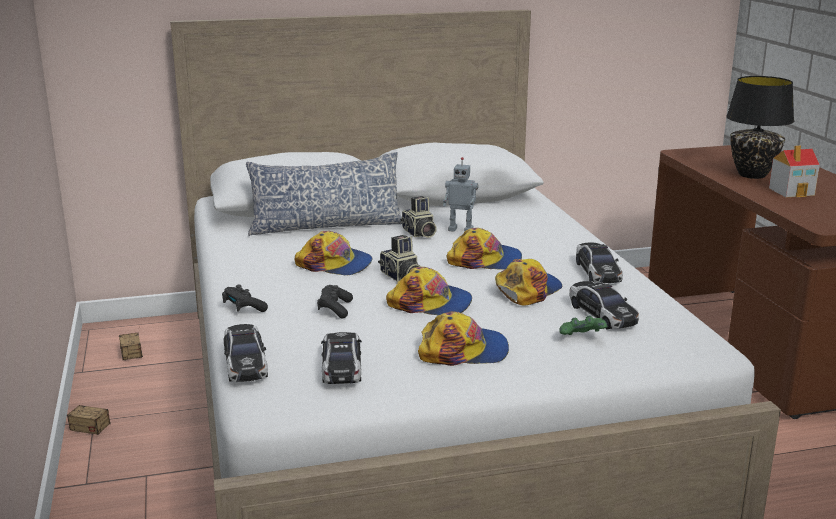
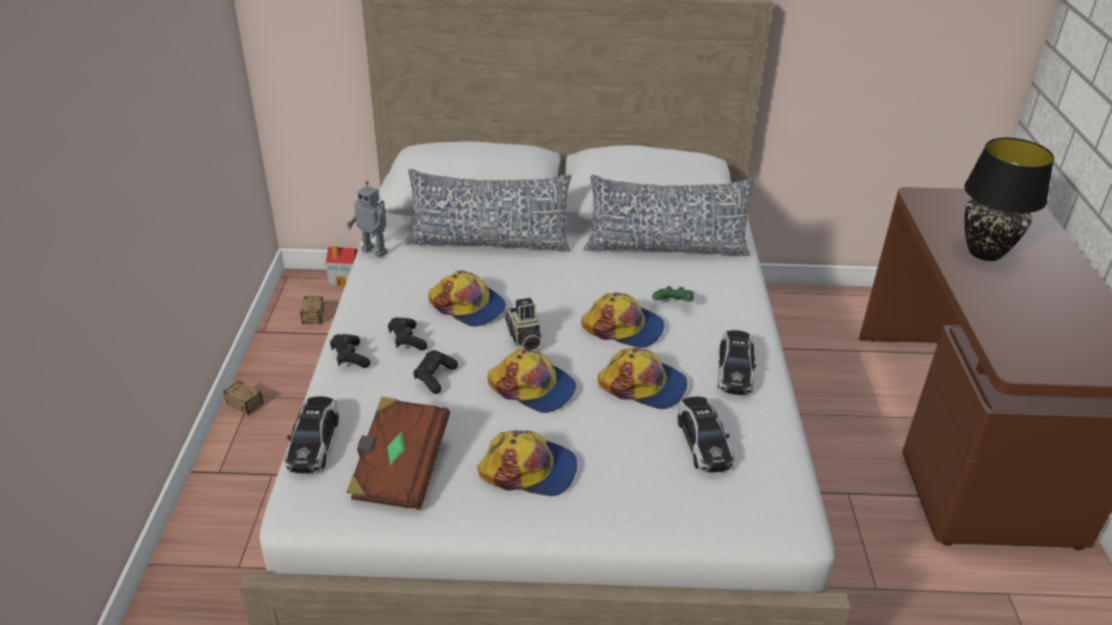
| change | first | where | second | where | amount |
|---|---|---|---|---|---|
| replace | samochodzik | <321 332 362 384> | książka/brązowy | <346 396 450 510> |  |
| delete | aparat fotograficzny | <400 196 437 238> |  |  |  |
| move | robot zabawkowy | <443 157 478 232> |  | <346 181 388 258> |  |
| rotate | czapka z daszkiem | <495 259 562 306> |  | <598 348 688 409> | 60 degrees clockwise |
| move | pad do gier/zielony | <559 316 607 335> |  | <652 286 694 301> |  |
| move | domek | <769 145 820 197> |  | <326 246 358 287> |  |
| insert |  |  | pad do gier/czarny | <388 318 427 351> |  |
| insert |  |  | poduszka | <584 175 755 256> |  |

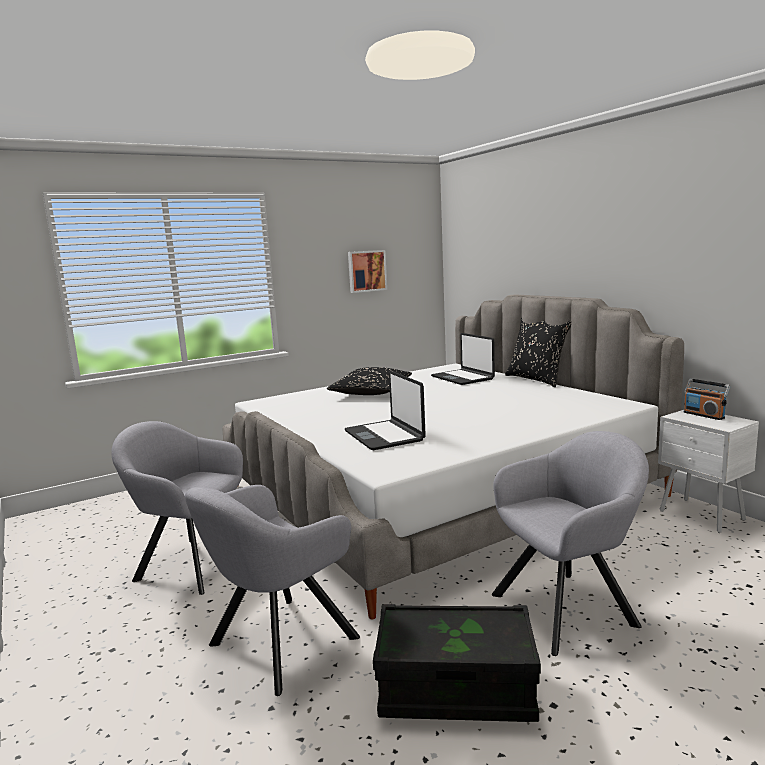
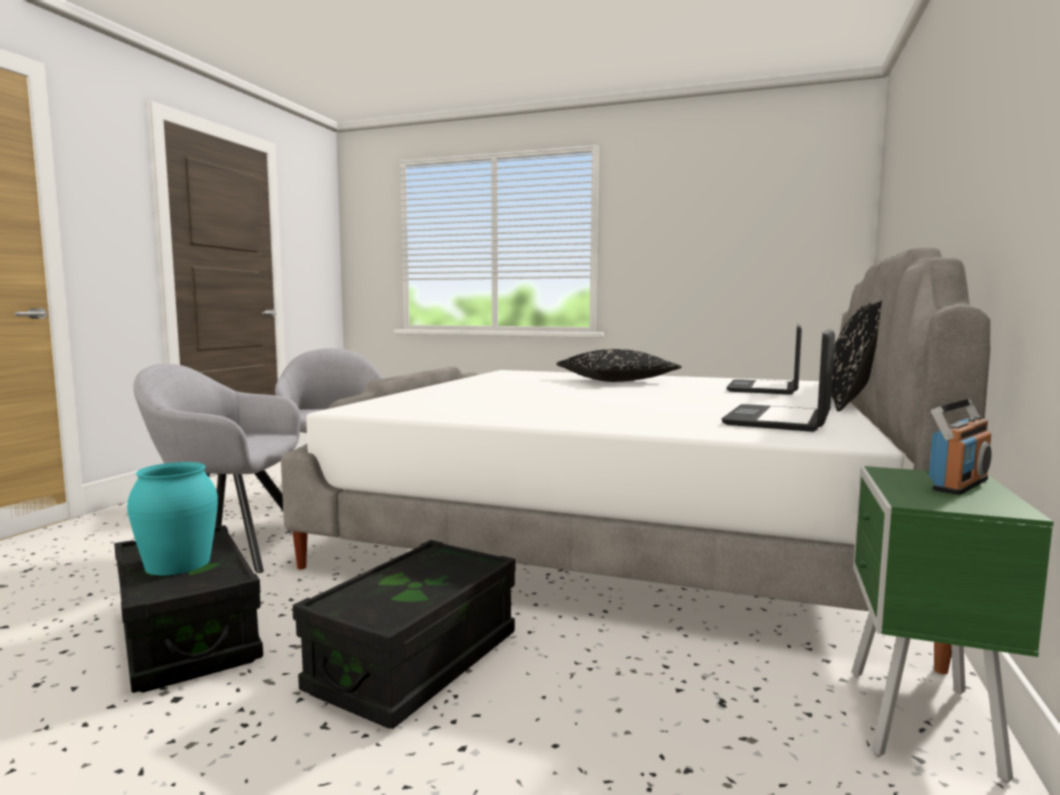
| change | first | where | second | where | amount |
|---|---|---|---|---|---|
| move | laptop | <345 371 426 450> |  | <722 329 835 432> |  |
| delete | obraz | <348 250 387 293> |  |  |  |
| replace | fotel/szary | <492 431 649 656> | pojemnik do przechowywania/czarny | <293 540 516 729> |  |
| recolor | szafka nocna/biały | <658 410 759 533> | szafka nocna/zielony | <851 466 1054 783> |  |
| rotate | radio | <683 379 730 420> |  | <929 399 992 495> | 150 degrees counterclockwise |
| insert |  |  | wazon/turkusowy | <127 462 218 575> |  |

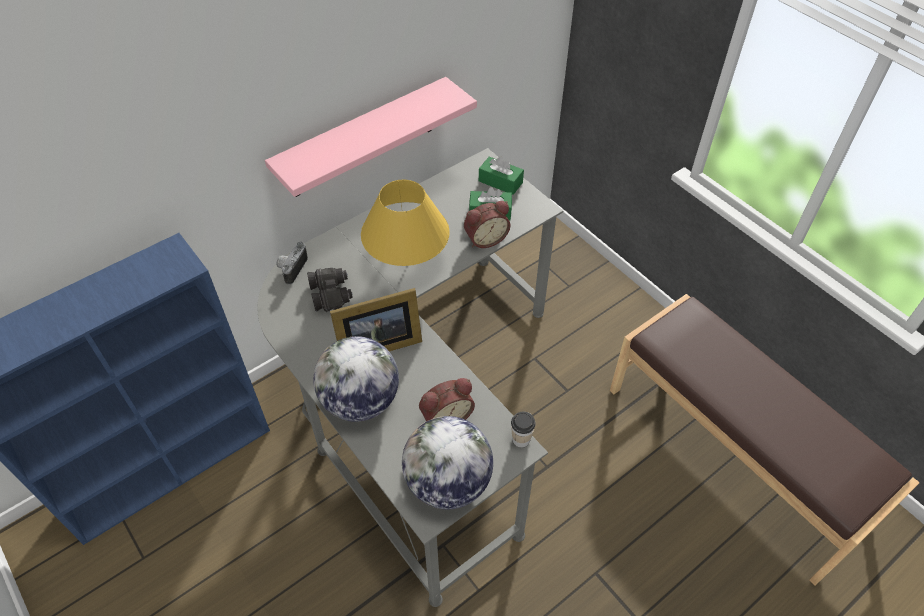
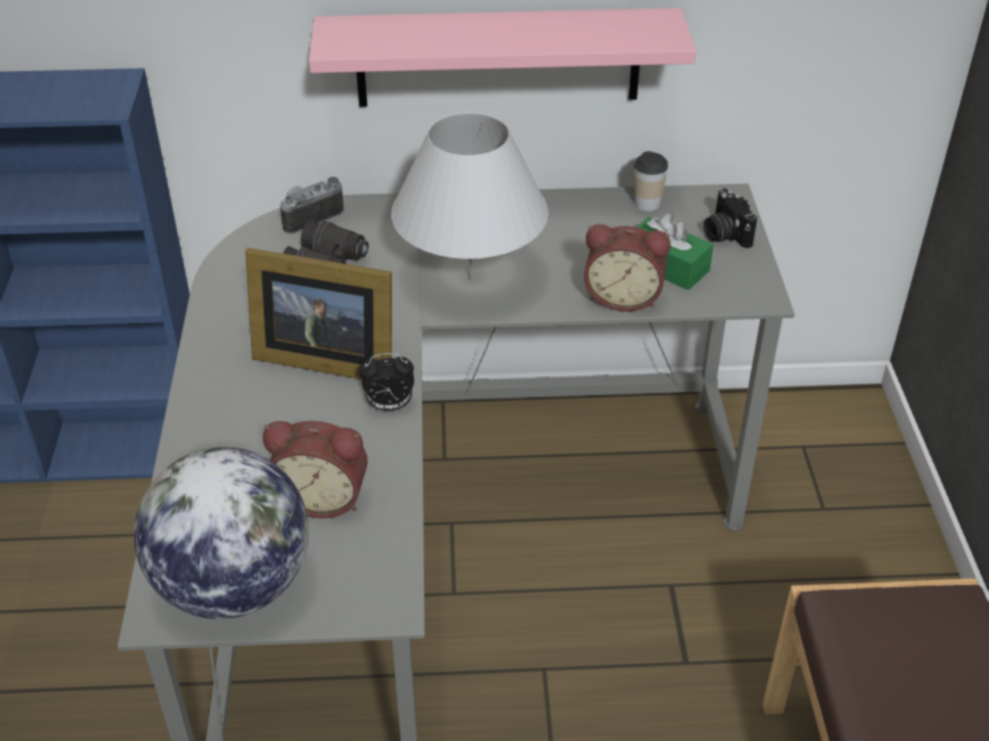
| change | first | where | second | where | amount |
|---|---|---|---|---|---|
| delete | globus | <313 336 399 422> |  |  |  |
| recolor | lampa stołowa/żółty | <361 180 450 266> | lampa stołowa/biały | <391 112 549 281> |  |
| replace | pudełko chusteczek/zielony | <479 157 524 195> | aparat fotograficzny | <704 188 757 248> |  |
| move | filiżanka | <511 412 536 448> |  | <634 151 668 212> |  |
| insert |  |  | budzik | <359 353 414 411> |  |

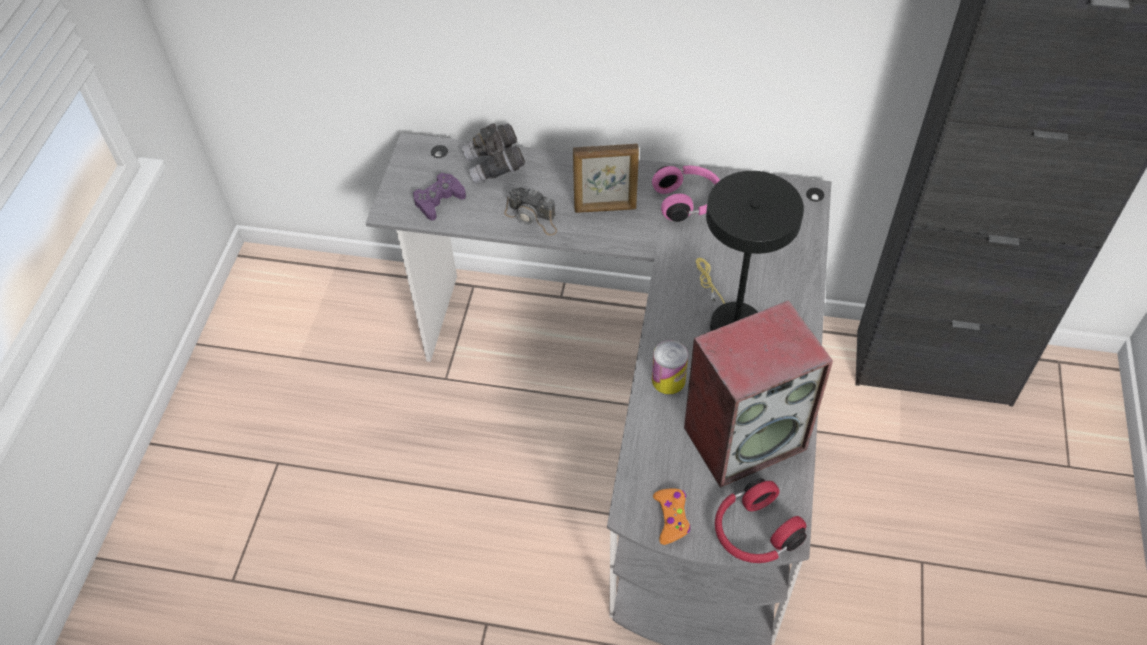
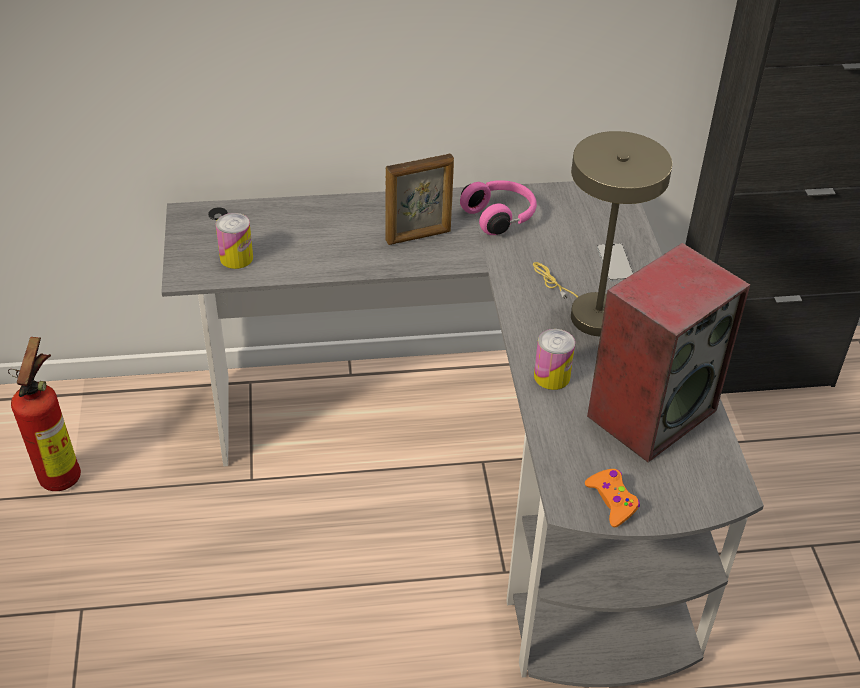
| change | first | where | second | where | amount |
|---|---|---|---|---|---|
| replace | pad do gier/fioletowy | <413 173 466 220> | puszka | <216 213 253 269> |  |
| delete | lornetka/szary | <462 123 525 184> |  |  |  |
| delete | aparat fotograficzny | <504 187 557 236> |  |  |  |
| recolor | lampa stołowa/czarny | <696 171 804 331> | lampa stołowa/beżowy | <533 131 672 336> |  |
| delete | słuchawki/czerwony | <715 478 807 563> |  |  |  |
| insert |  |  | gaśnica | <8 337 81 491> |  |
| insert |  |  | telefon | <597 243 634 282> |  |

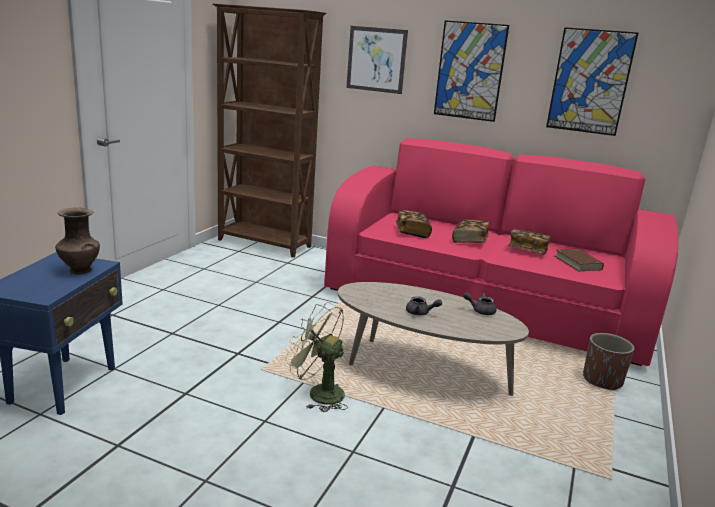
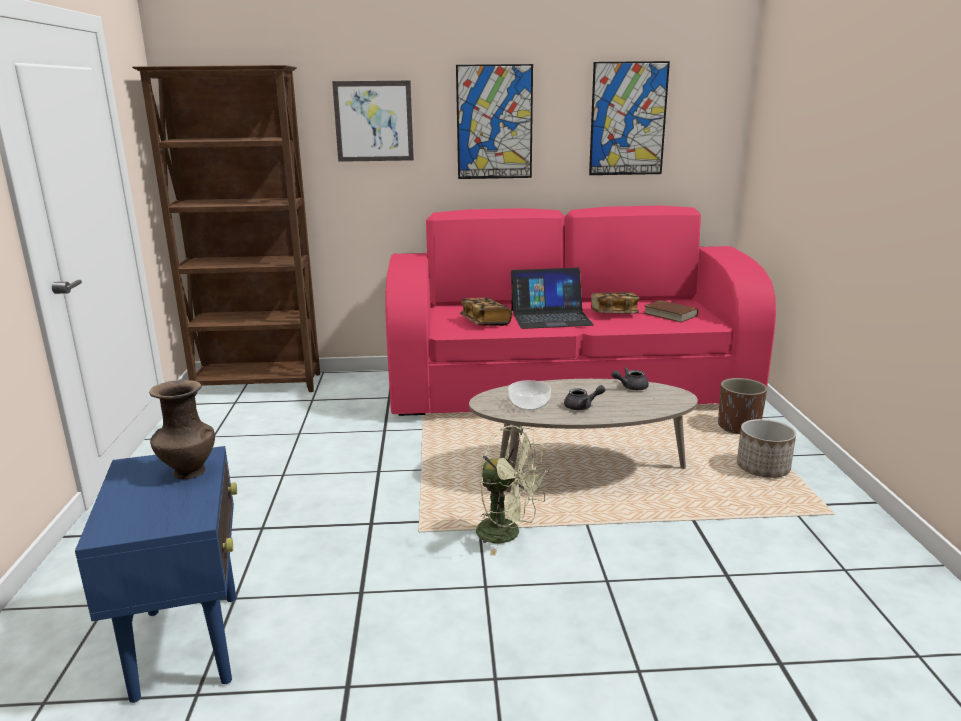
| change | first | where | second | where | amount |
|---|---|---|---|---|---|
| rotate | wentylator/zielony | <285 302 348 412> |  | <476 425 550 555> | 150 degrees counterclockwise |
| replace | książka | <452 219 489 243> | laptop | <511 268 594 329> |  |
| insert |  |  | miska | <508 380 551 411> |  |
| insert |  |  | donica | <737 419 796 478> |  |

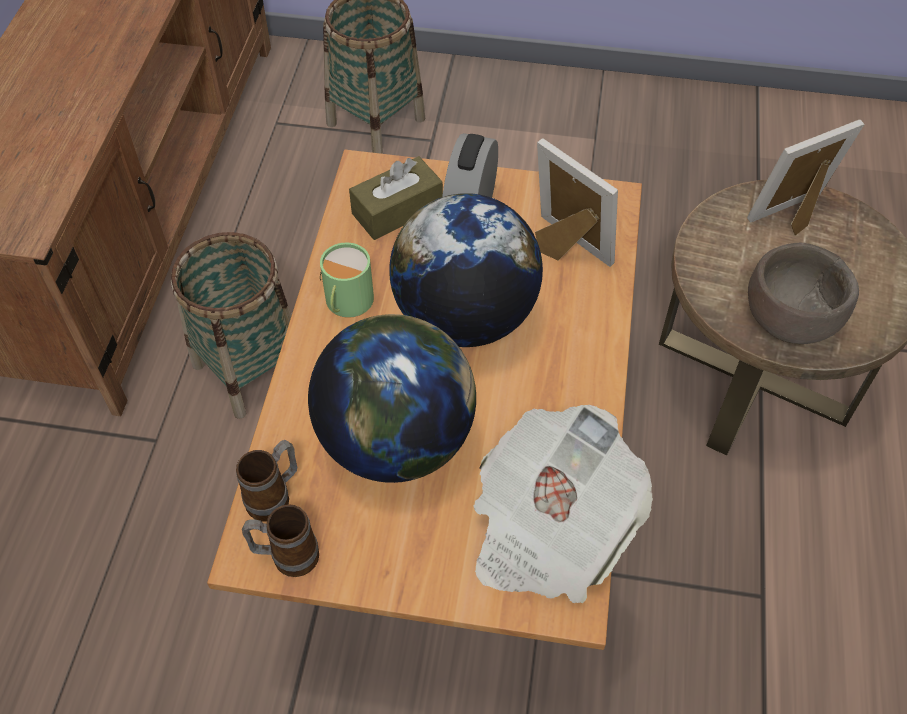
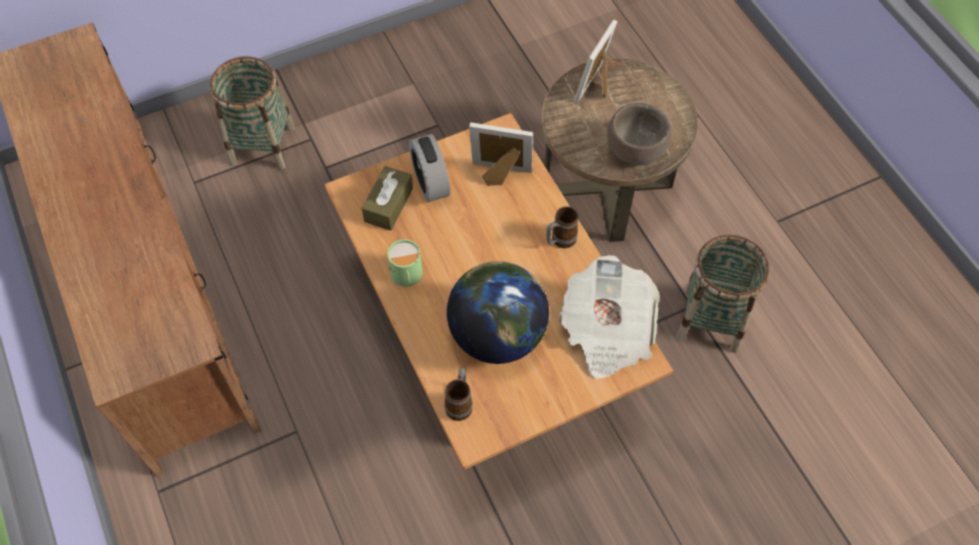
| change | first | where | second | where | amount |
|---|---|---|---|---|---|
| move | koszyk | <171 232 292 419> |  | <676 235 769 353> |  |
| move | kubek | <242 504 319 577> |  | <546 206 578 248> |  |
| delete | globus | <389 193 543 347> |  |  |  |

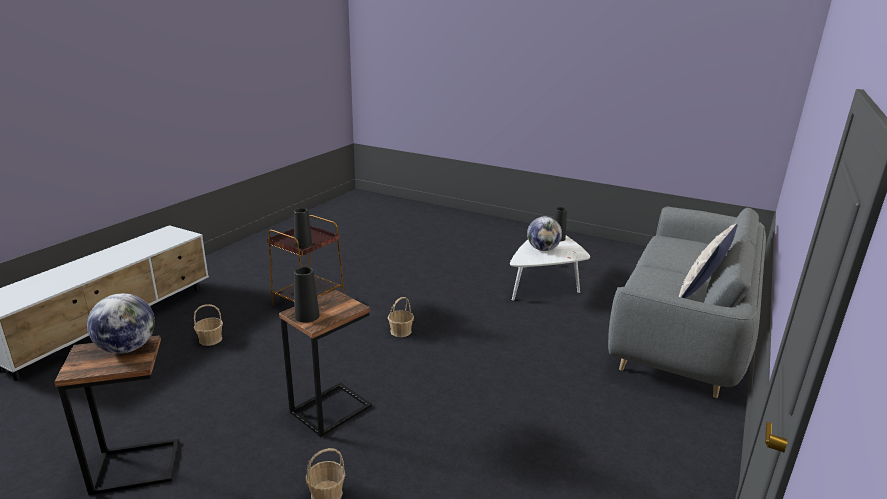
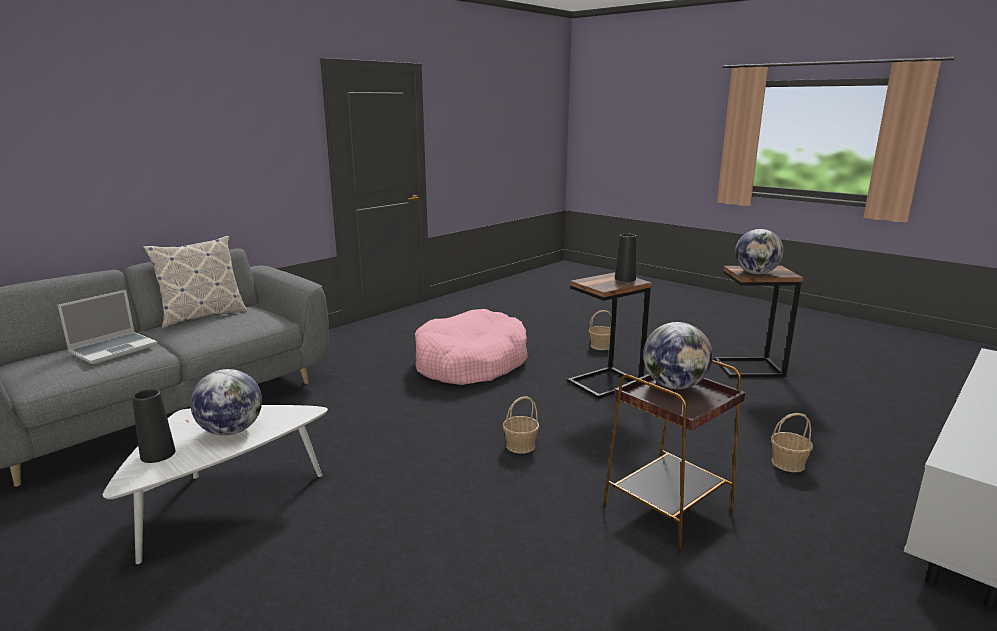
| change | first | where | second | where | amount |
|---|---|---|---|---|---|
| replace | wazon/czarny | <294 208 313 249> | globus | <643 322 713 389> |  |
| insert |  |  | laptop | <58 290 158 364> |  |
| insert |  |  | legowisko/różowy | <415 309 528 385> |  |

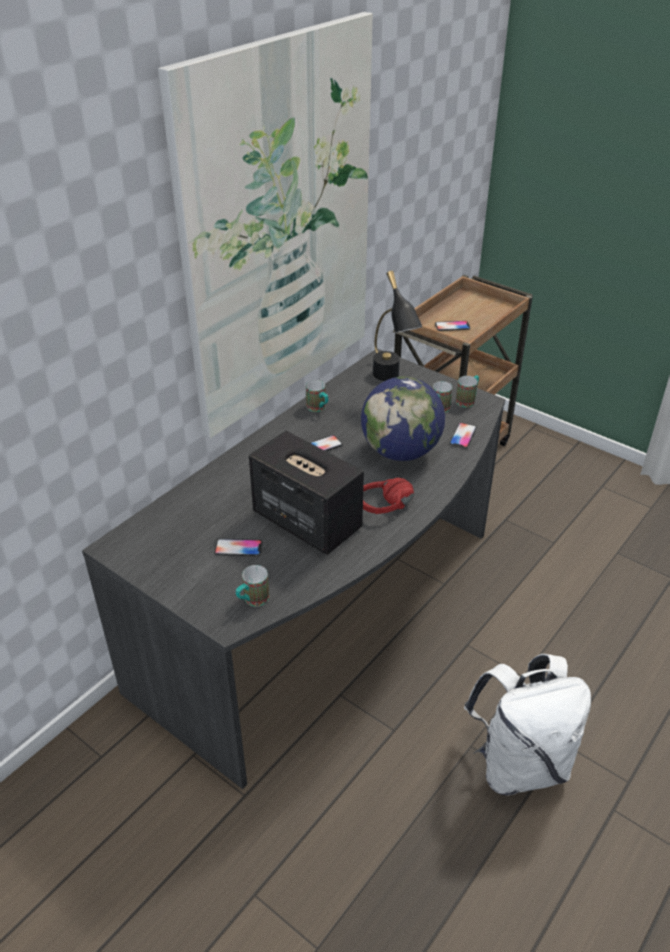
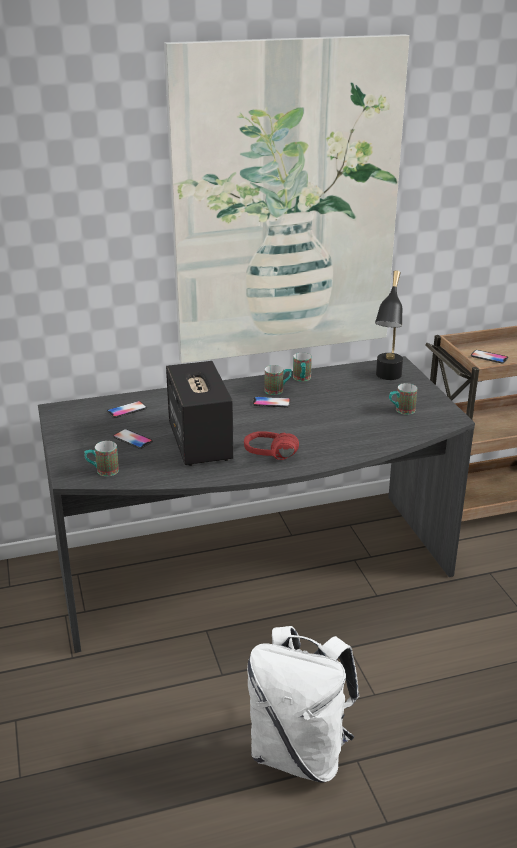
| change | first | where | second | where | amount |
|---|---|---|---|---|---|
| delete | globus | <361 377 445 461> |  |  |  |
| move | telefon | <449 423 477 449> |  | <107 401 147 418> |  |
| move | kubek | <456 375 479 407> |  | <265 365 292 395> |  |

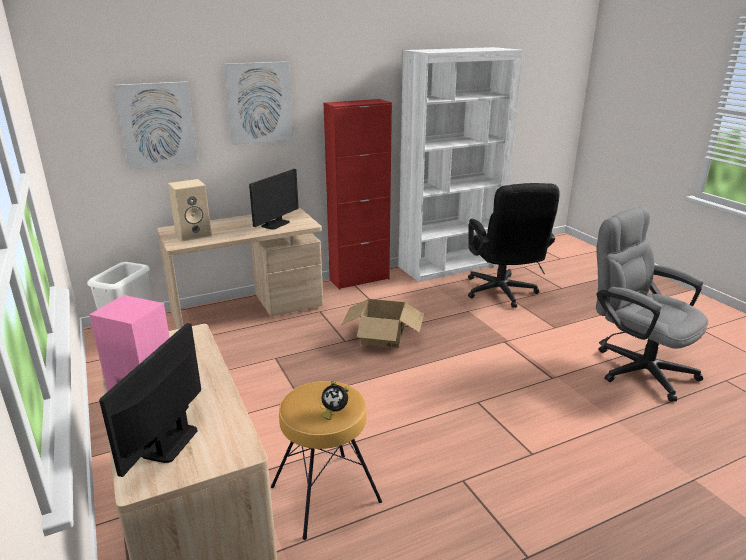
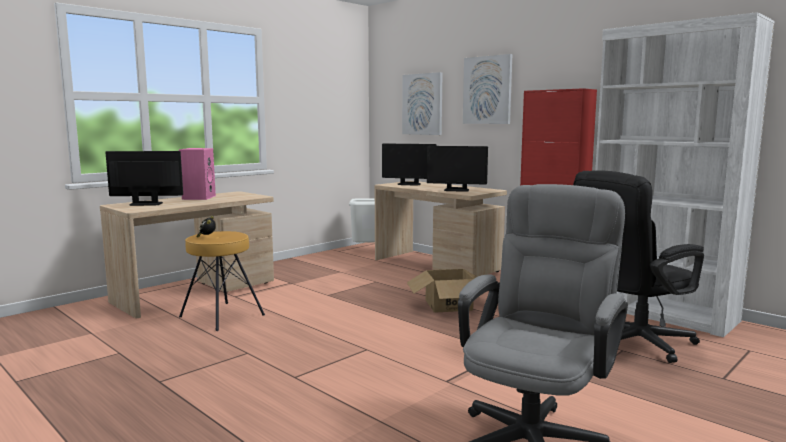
| change | first | where | second | where | amount |
|---|---|---|---|---|---|
| replace | głośnik/beżowy | <168 179 212 242> | monitor | <382 143 437 186> |  |

